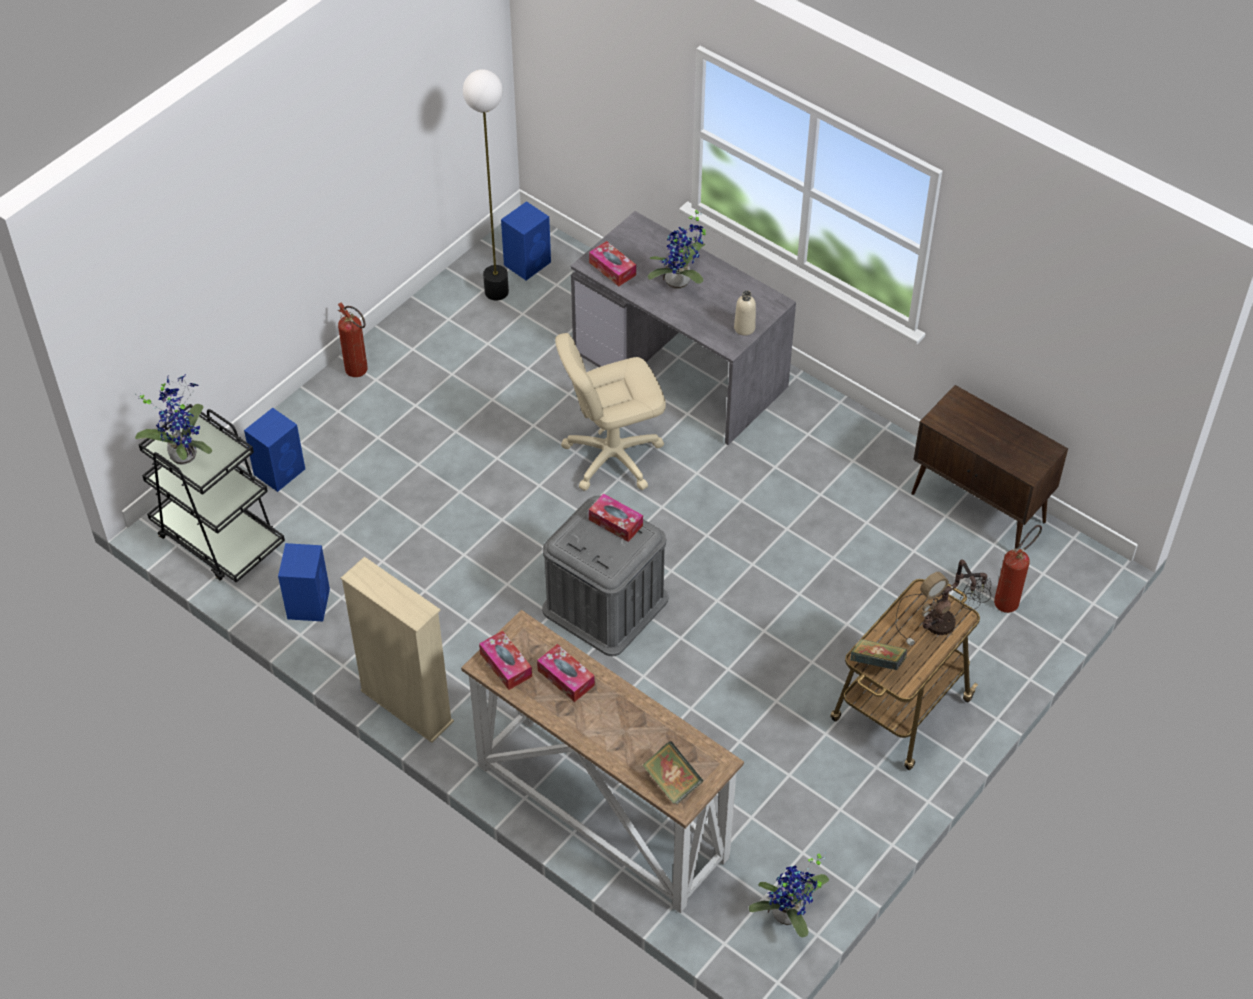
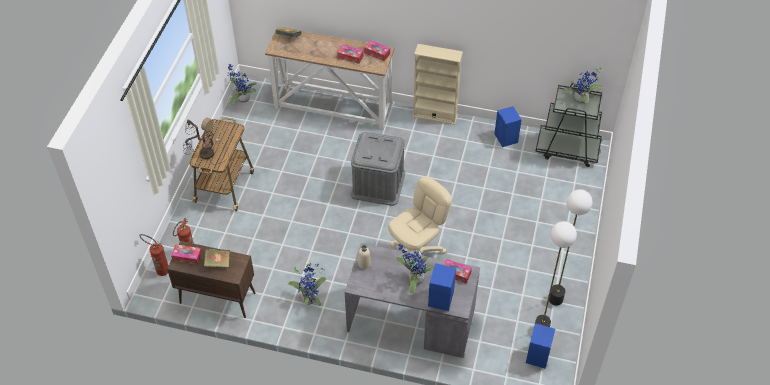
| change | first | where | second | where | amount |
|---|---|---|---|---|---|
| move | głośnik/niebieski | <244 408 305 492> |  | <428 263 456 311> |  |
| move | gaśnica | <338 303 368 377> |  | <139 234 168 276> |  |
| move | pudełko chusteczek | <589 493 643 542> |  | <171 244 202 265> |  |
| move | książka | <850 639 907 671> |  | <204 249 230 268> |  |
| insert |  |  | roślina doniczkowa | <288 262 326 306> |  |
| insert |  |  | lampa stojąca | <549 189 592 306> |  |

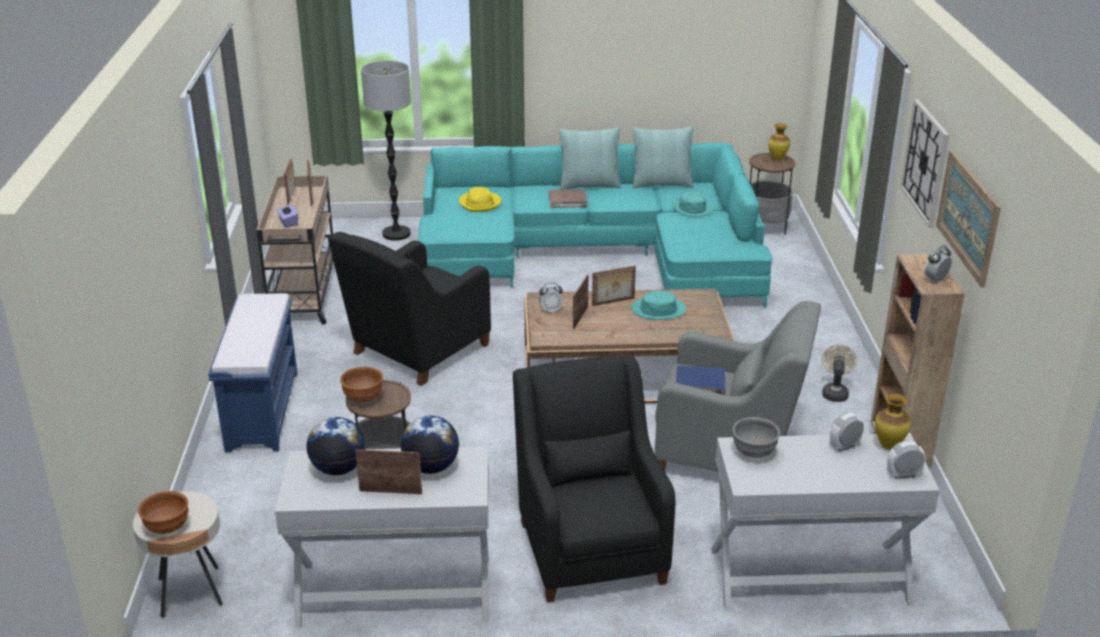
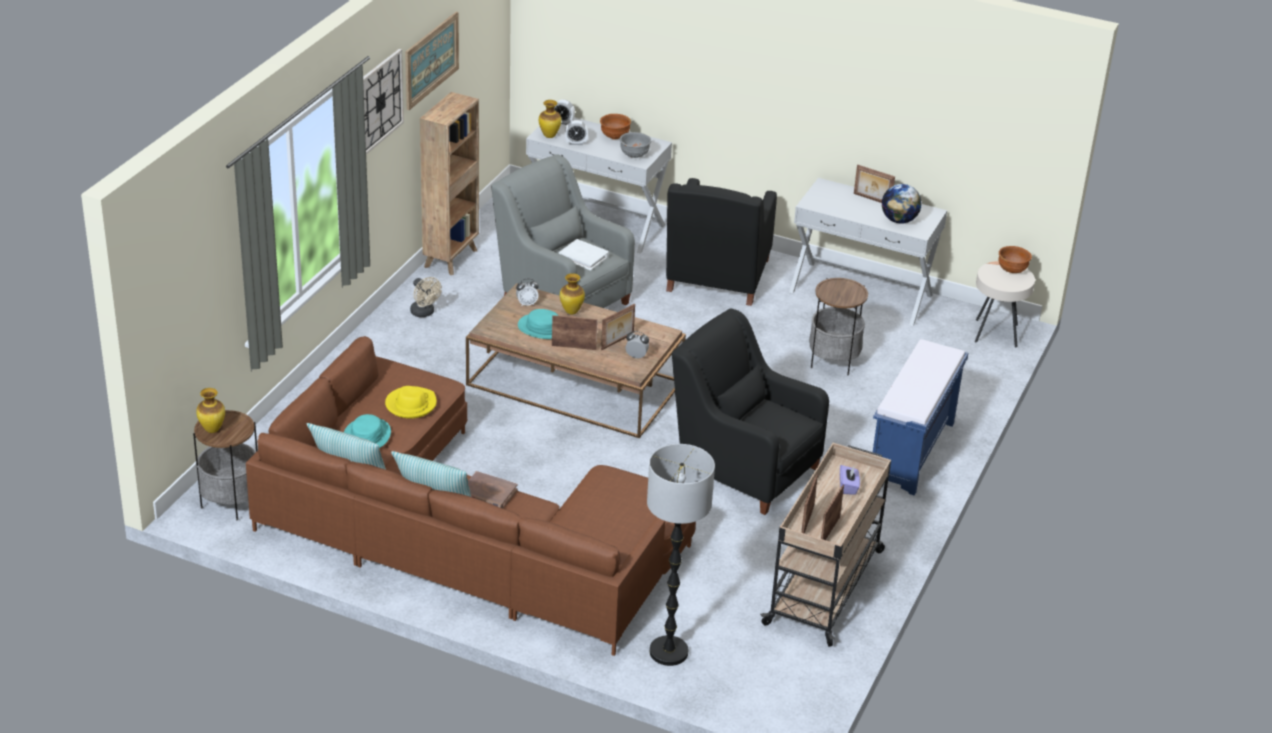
| change | first | where | second | where | amount |
|---|---|---|---|---|---|
| rotate | fotel/czarny | <328 232 491 386> |  | <672 309 829 515> | 120 degrees counterclockwise |
| move | miska/brązowy | <340 367 383 402> |  | <600 114 631 140> |  |
| delete | globus | <401 415 459 474> |  |  |  |
| recolor | kanapa/turkusowy | <418 143 772 308> | kanapa/brązowy | <246 336 696 656> |  |
| move | kapelusz/żółty | <459 187 502 212> |  | <385 386 437 419> |  |
| recolor | książka/niebieski | <676 365 725 395> | książka/biały | <559 239 609 271> |  |
| rotate | wentylator/beżowy | <822 345 857 402> |  | <410 277 442 317> | 75 degrees counterclockwise |
| move | budzik | <924 245 952 282> |  | <516 279 539 307> |  |
| insert |  |  | wazon | <560 273 585 314> |  |

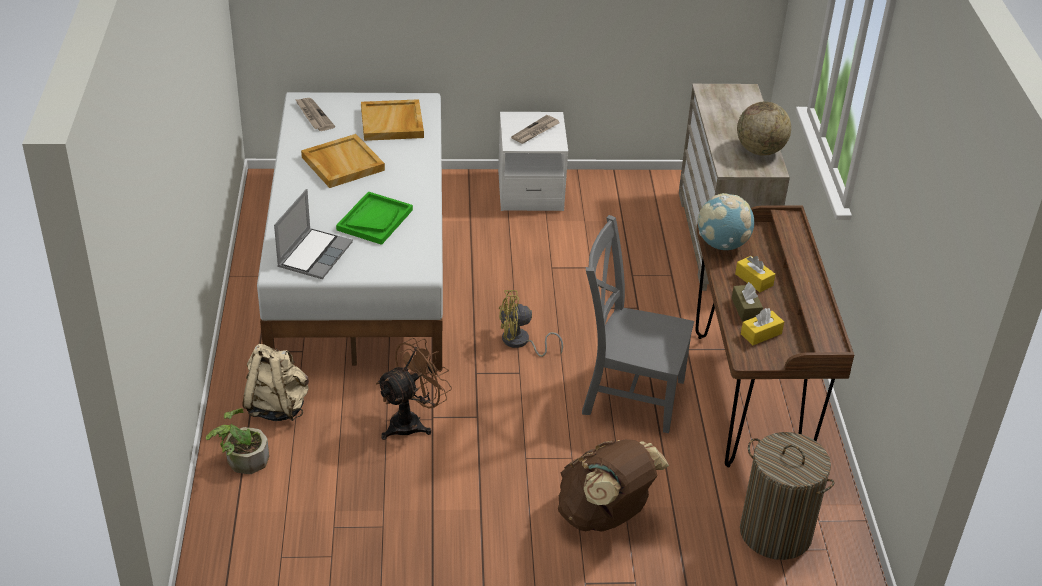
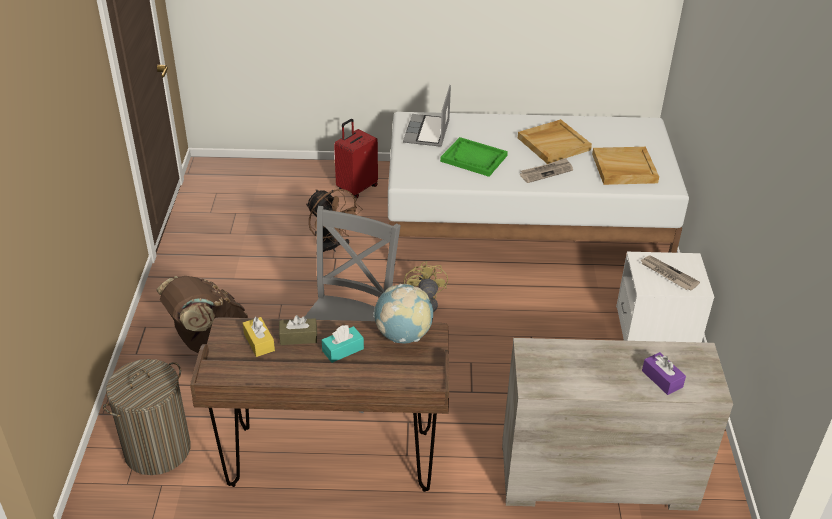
| change | first | where | second | where | amount |
|---|---|---|---|---|---|
| delete | roślina doniczkowa | <206 408 269 474> |  |  |  |
| replace | plecak/beżowy | <242 344 309 421> | walizka/czerwony | <334 119 378 198> |  |
| rotate | laptop | <274 189 353 279> |  | <403 85 451 147> | 75 degrees clockwise |
| move | gazeta | <295 98 335 131> |  | <520 158 573 183> |  |
| recolor | pudełko chusteczek/żółty | <735 256 775 292> | pudełko chusteczek/turkusowy | <322 325 364 363> |  |
| delete | globus | <737 101 791 156> |  |  |  |
| insert |  |  | pudełko chusteczek/fioletowy | <642 352 686 395> |  |

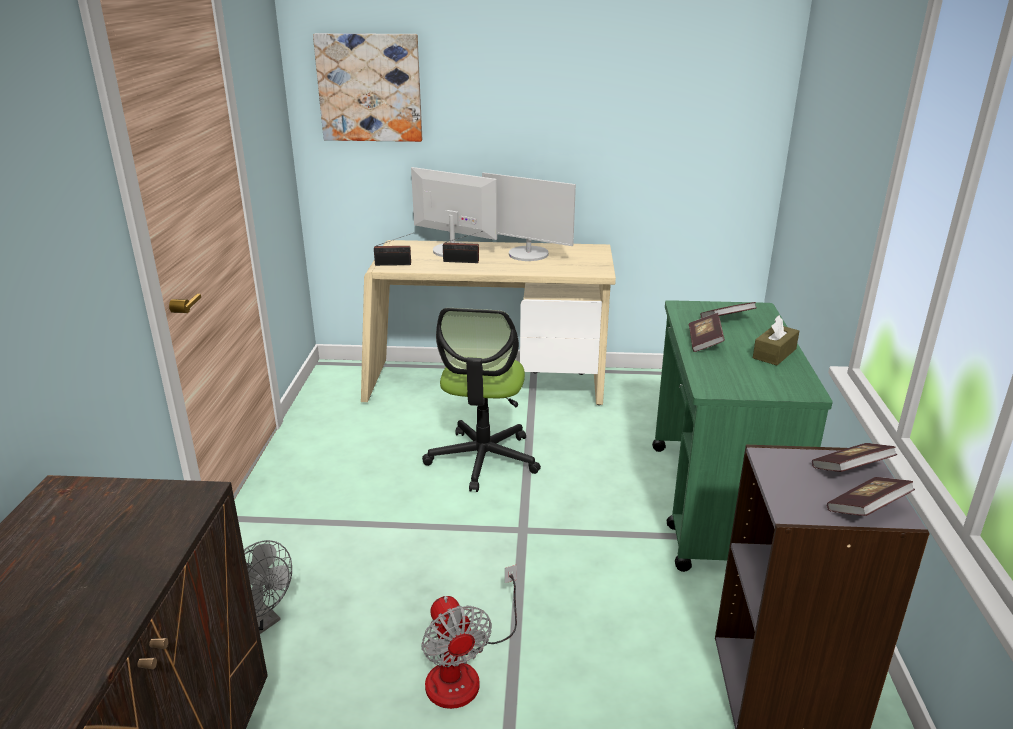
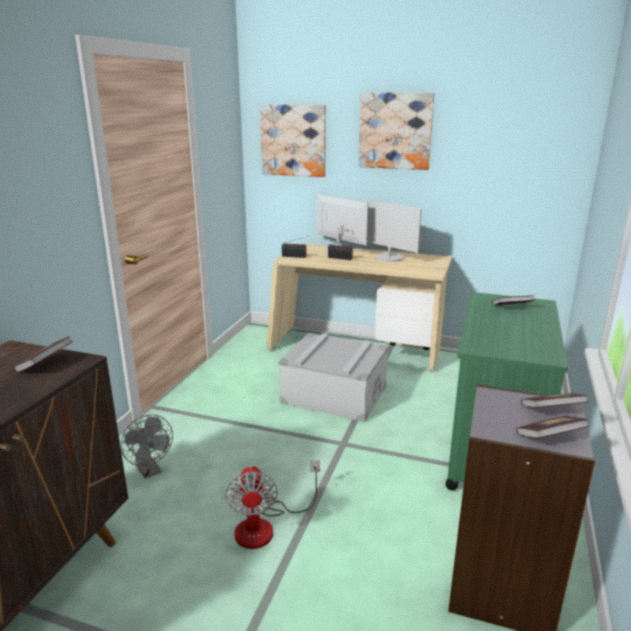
| change | first | where | second | where | amount |
|---|---|---|---|---|---|
| replace | krzesło biurowe | <422 308 541 492> | pojemnik do przechowywania/szary | <279 333 388 422> |  |
| move | książka | <689 313 725 352> |  | <14 336 73 373> |  |
| delete | pudełko chusteczek/brązowy | <753 315 799 366> |  |  |  |
| insert |  |  | obraz | <359 93 434 170> |  |

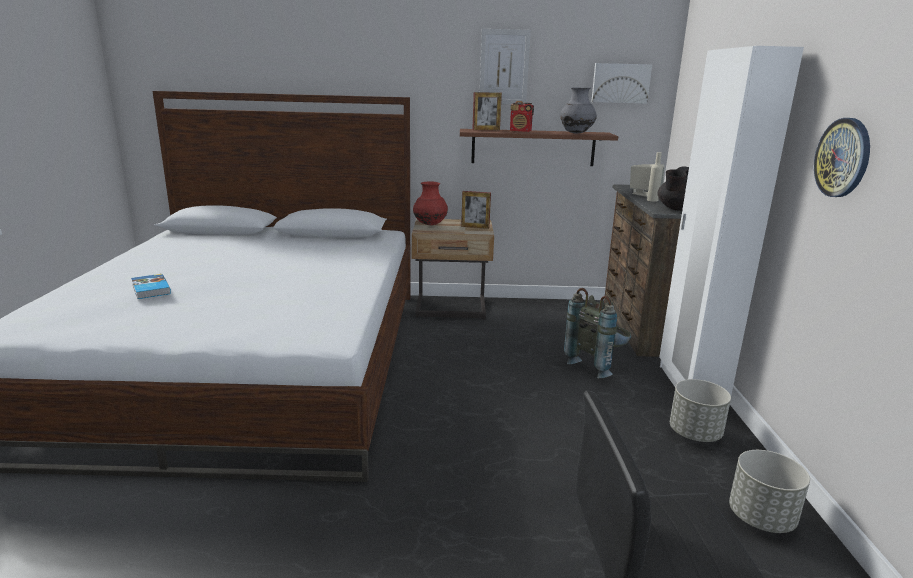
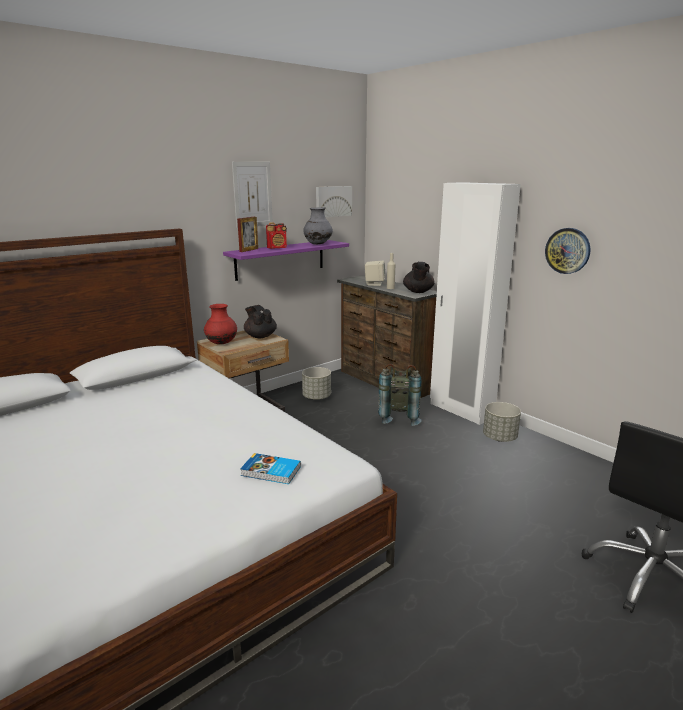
| change | first | where | second | where | amount |
|---|---|---|---|---|---|
| move | książka | <131 274 171 299> |  | <240 453 301 484> |  |
| recolor | półka/brązowy | <460 129 618 166> | półka/fioletowy | <223 240 349 281> |  |
| replace | ramka na zdjęcie | <461 191 491 229> | imbryk/czarny | <244 305 277 338> |  |
| move | donica/szary | <729 450 810 533> |  | <302 367 331 400> |  |

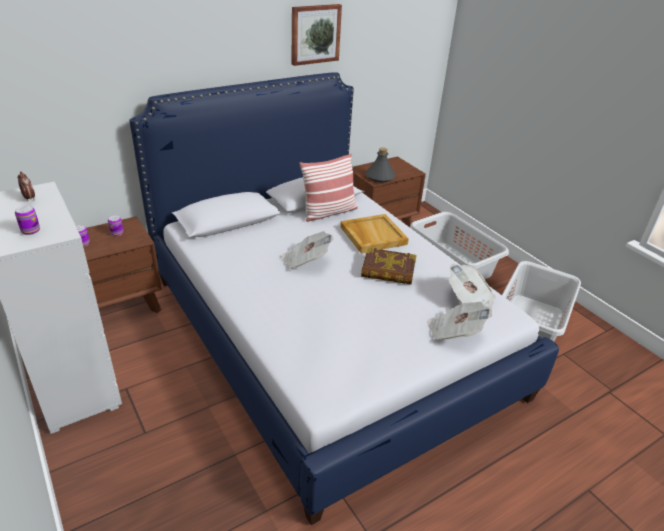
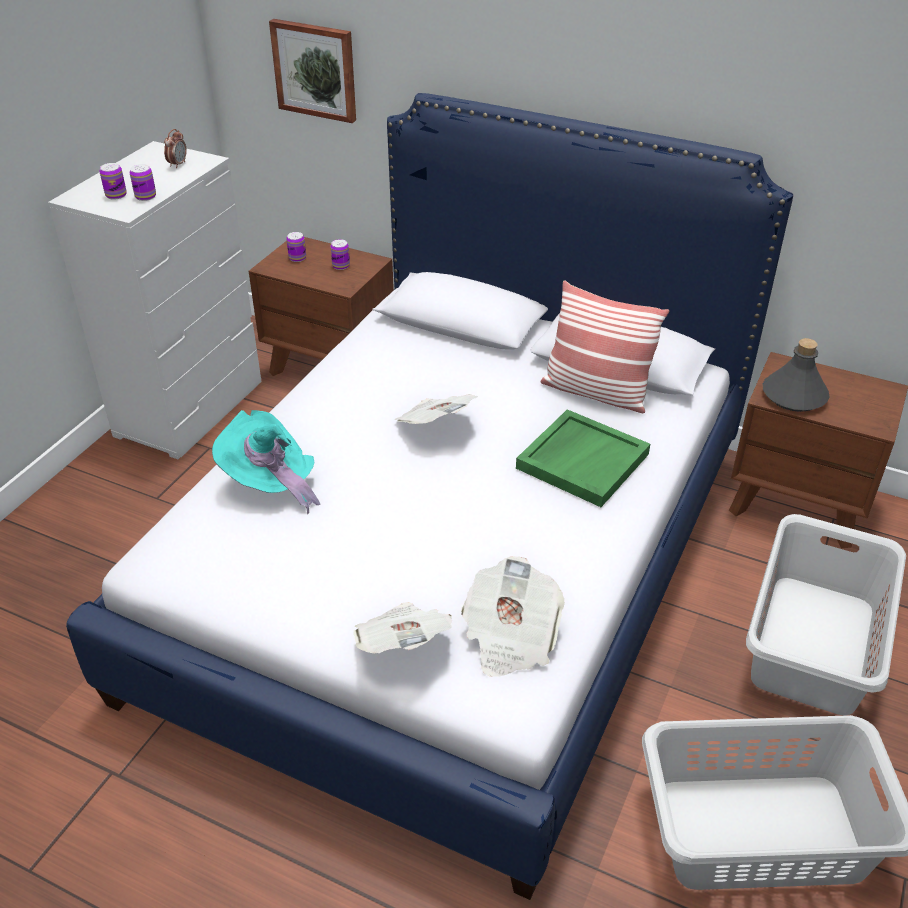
| change | first | where | second | where | amount |
|---|---|---|---|---|---|
| move | obraz | <291 4 342 66> |  | <269 19 356 123> |  |
| recolor | taca/beżowy | <341 214 409 254> | taca/zielony | <516 409 650 507> |  |
| delete | książka | <361 247 416 284> |  |  |  |
| insert |  |  | puszka | <129 164 156 201> |  |
| insert |  |  | kapelusz/turkusowy | <212 410 320 514> |  |

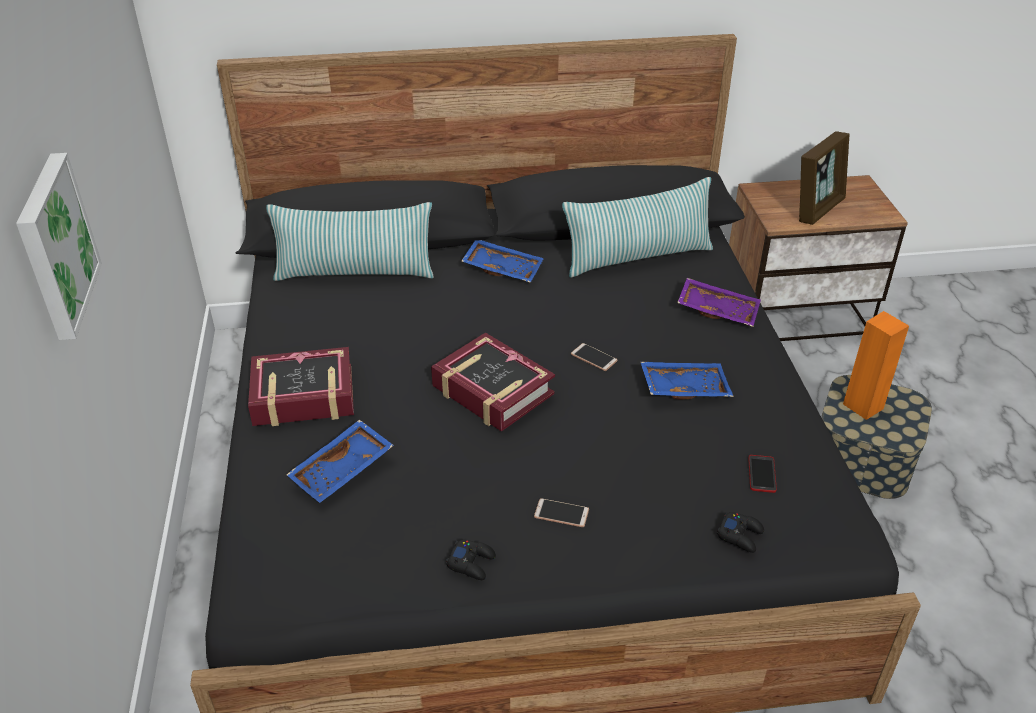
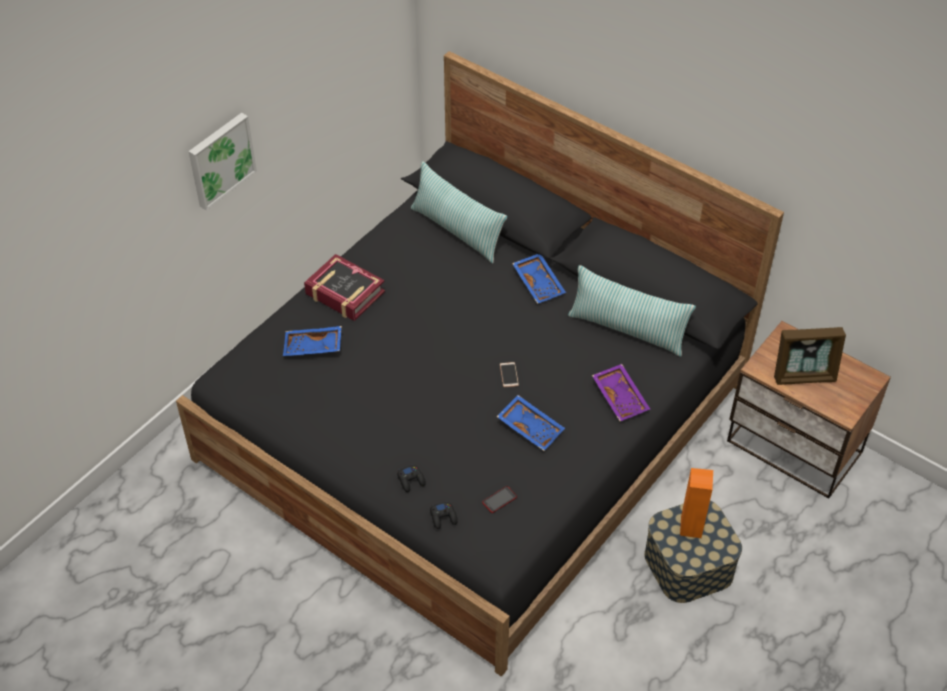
| change | first | where | second | where | amount |
|---|---|---|---|---|---|
| delete | książka | <431 333 555 432> |  |  |  |
| move | pad do gier/czarny | <446 540 496 580> |  | <397 464 426 492> |  |
| delete | telefon | <534 498 589 527> |  |  |  |

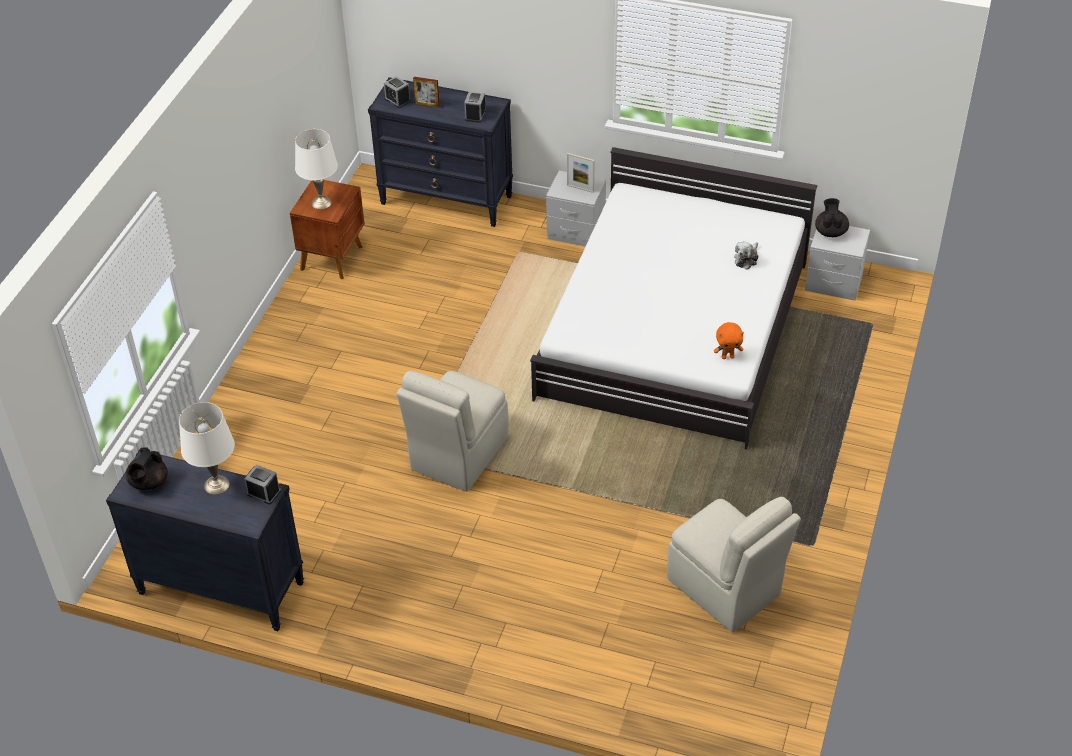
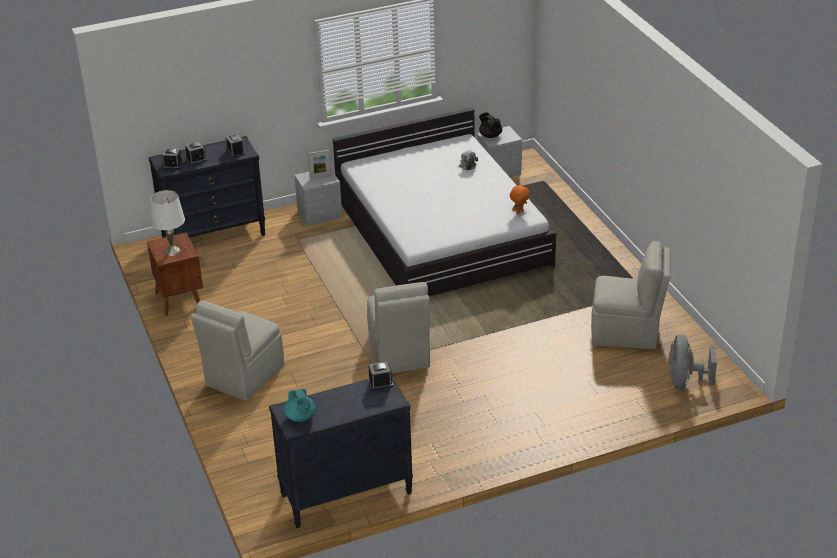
| change | first | where | second | where | amount |
|---|---|---|---|---|---|
| recolor | imbryk/czarny | <126 447 168 490> | imbryk/turkusowy | <284 389 316 422> |  |
| delete | lampa stołowa/biały | <179 402 235 495> |  |  |  |
| replace | ramka na zdjęcie | <413 77 440 108> | budzik | <186 142 207 165> |  |
| insert |  |  | krzesło/beżowy | <191 301 284 401> |  |
| insert |  |  | wentylator/szary | <668 334 717 390> |  |

